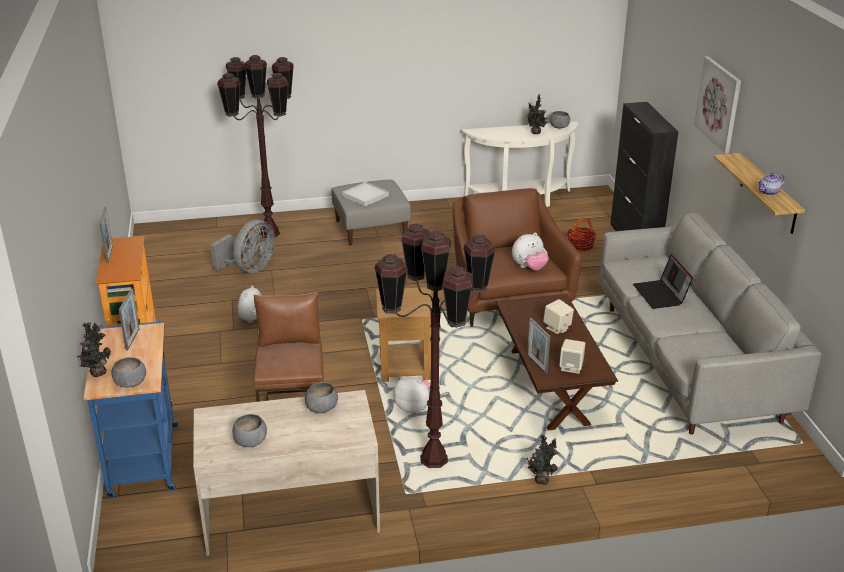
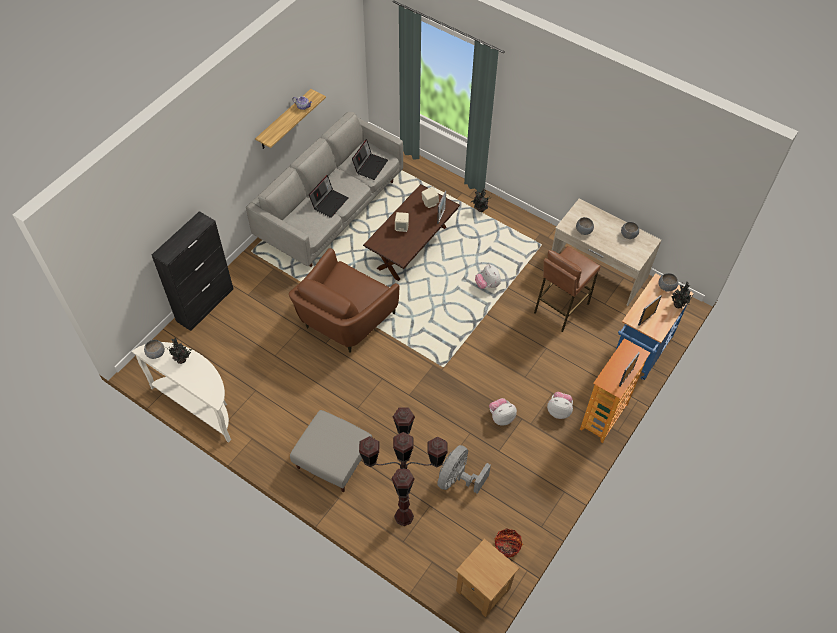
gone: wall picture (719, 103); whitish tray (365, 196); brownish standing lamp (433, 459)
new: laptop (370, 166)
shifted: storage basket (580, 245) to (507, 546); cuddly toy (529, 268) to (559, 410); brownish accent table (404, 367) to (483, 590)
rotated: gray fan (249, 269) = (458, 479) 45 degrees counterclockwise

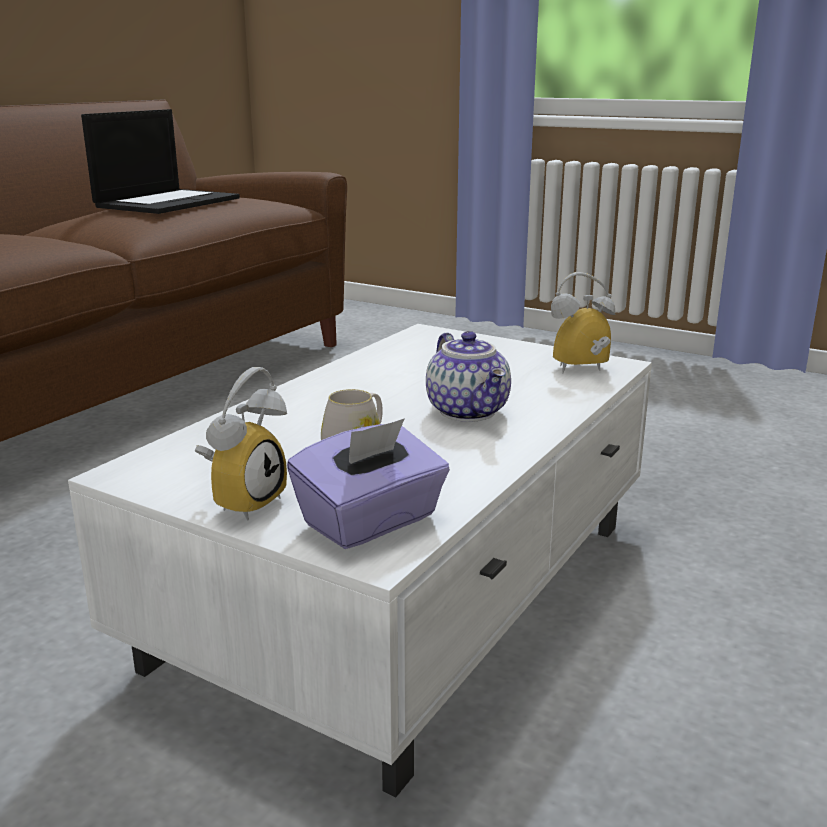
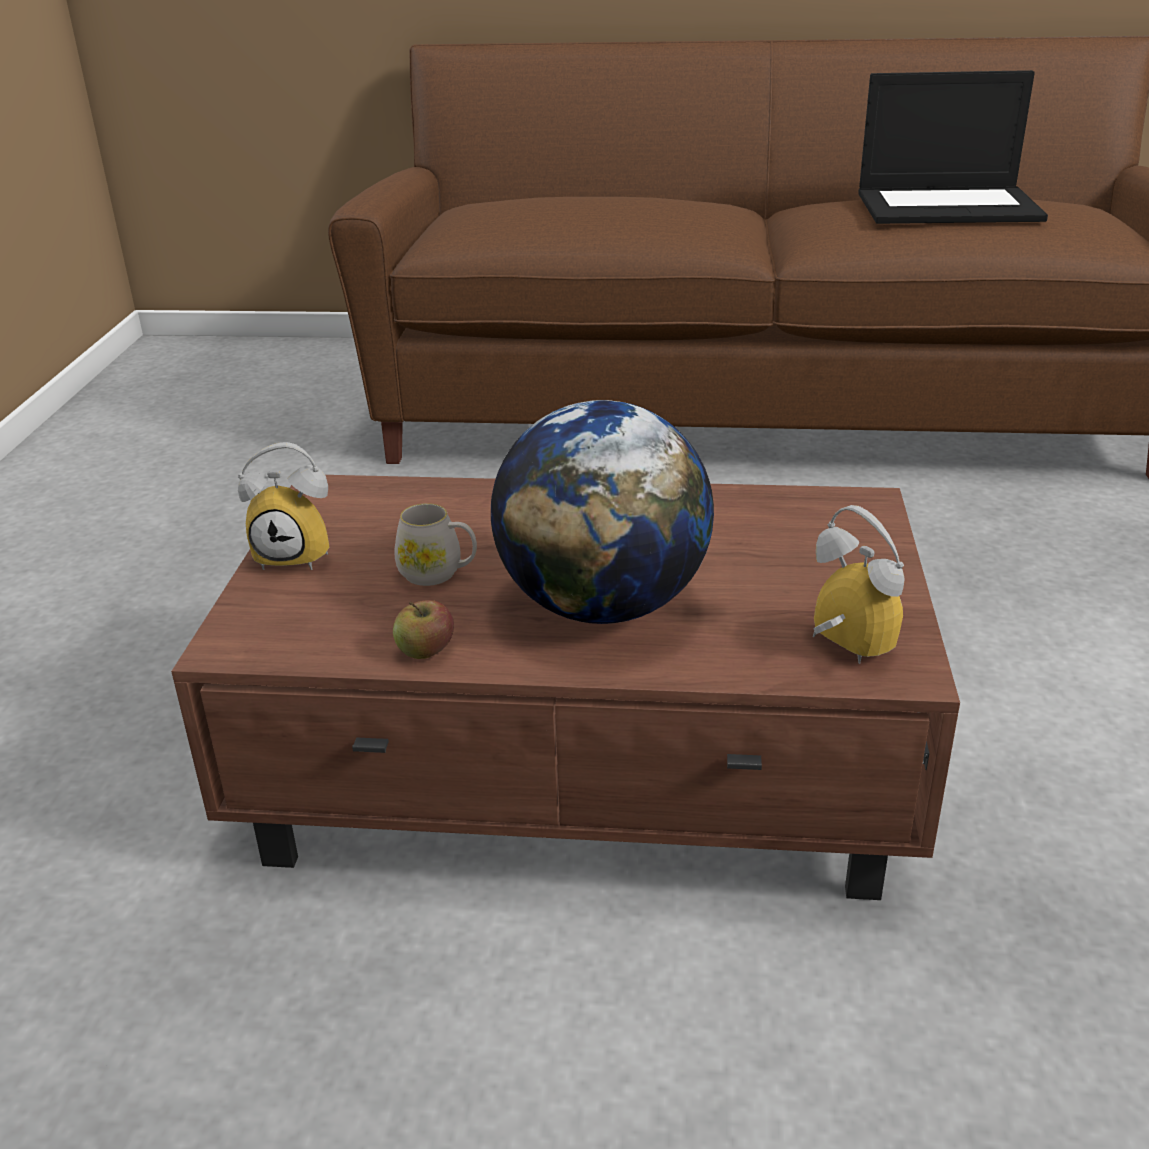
gone: purplish box of tissues (371, 521)
new: apple fruit (426, 650)
swapped: pot for tea (470, 411) to world globe (604, 605)
repainted: whitish low table (412, 588) to brownish low table (586, 767)

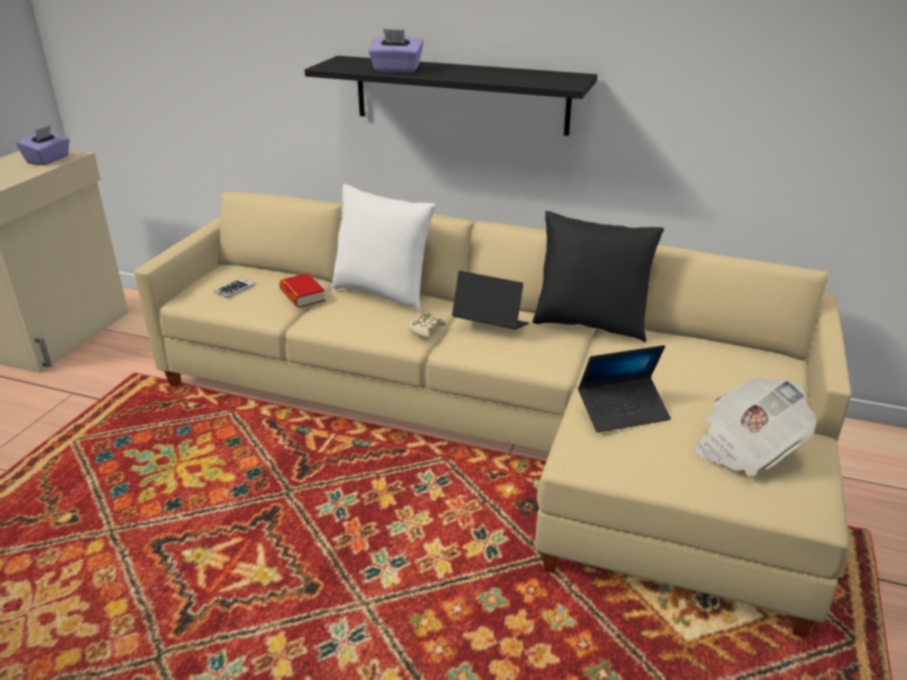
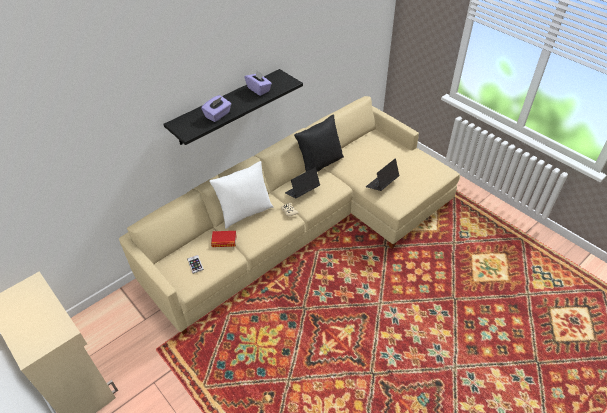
gone: printed paper (746, 448)
shifted: purplish box of tissues (48, 160) to (259, 89)
rotated: laptop (623, 411) = (382, 184) 150 degrees counterclockwise

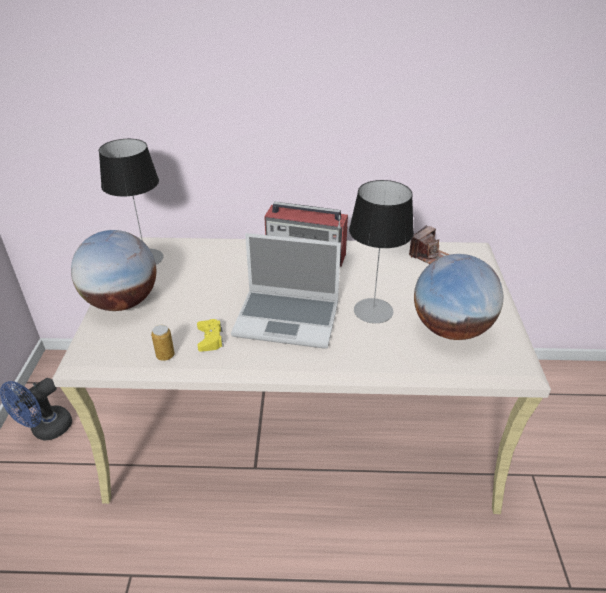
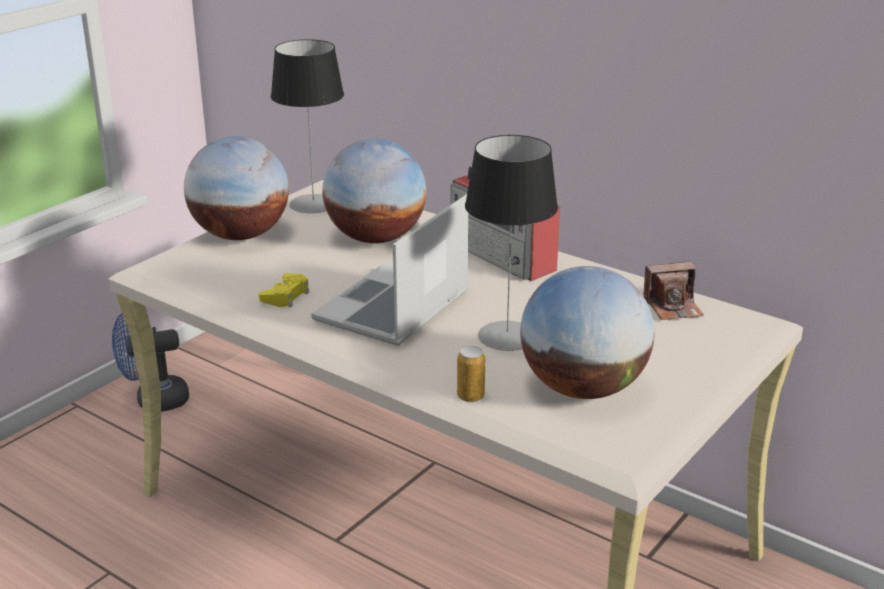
new: world globe (375, 238)
shifted: metal can (165, 355) to (470, 396)
rotated: laptop (288, 319) = (393, 308) 75 degrees clockwise

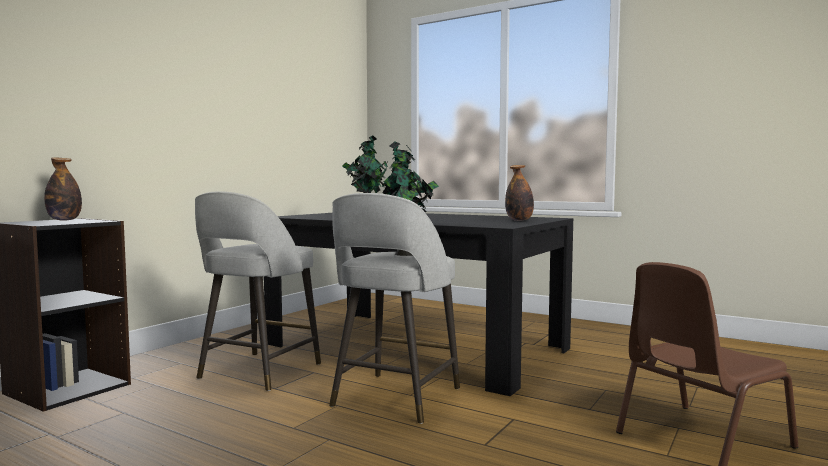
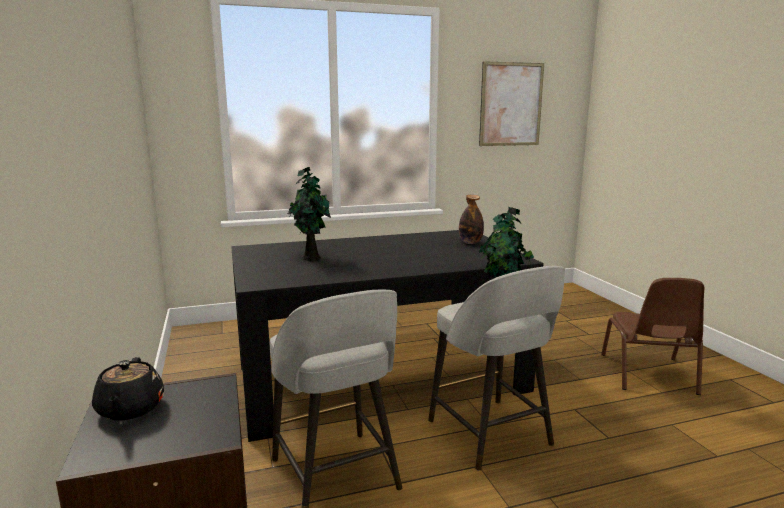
new: wall picture (511, 104)
swapped: drink bottle (64, 220) to black-coloured pot for tea (130, 409)

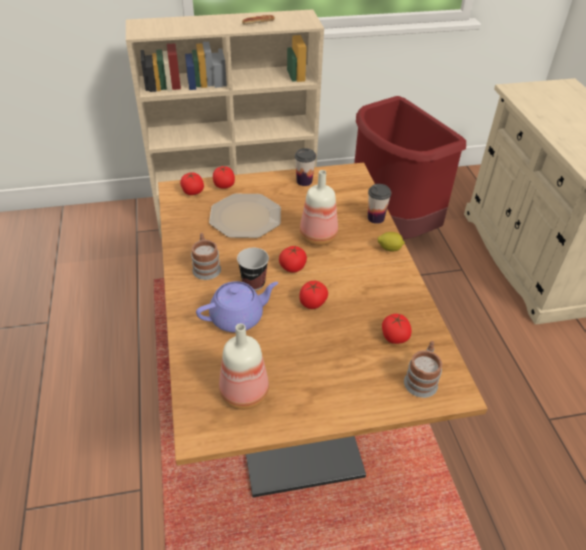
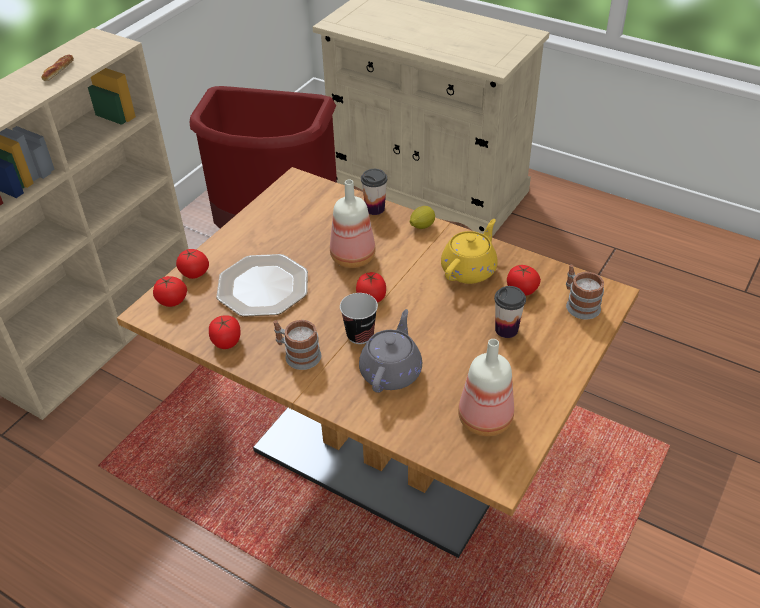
new: yellow-coloured pot for tea (469, 269)
shifted: small cup (304, 181) to (506, 329); fresh tomato (312, 303) to (226, 341)
repainted: purplish pot for tea (238, 317) to gray pot for tea (391, 371)

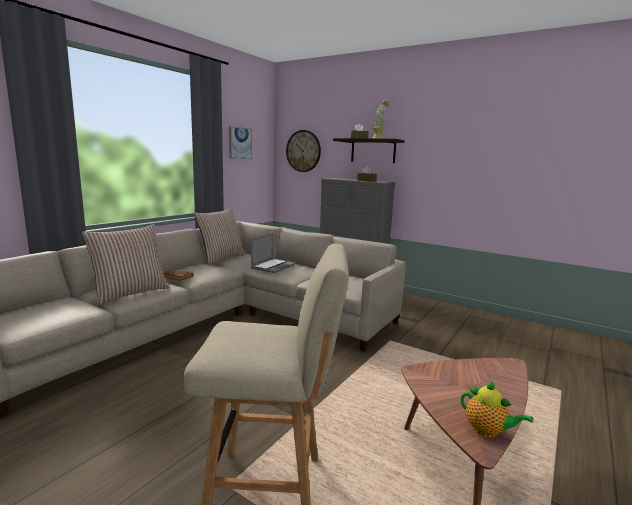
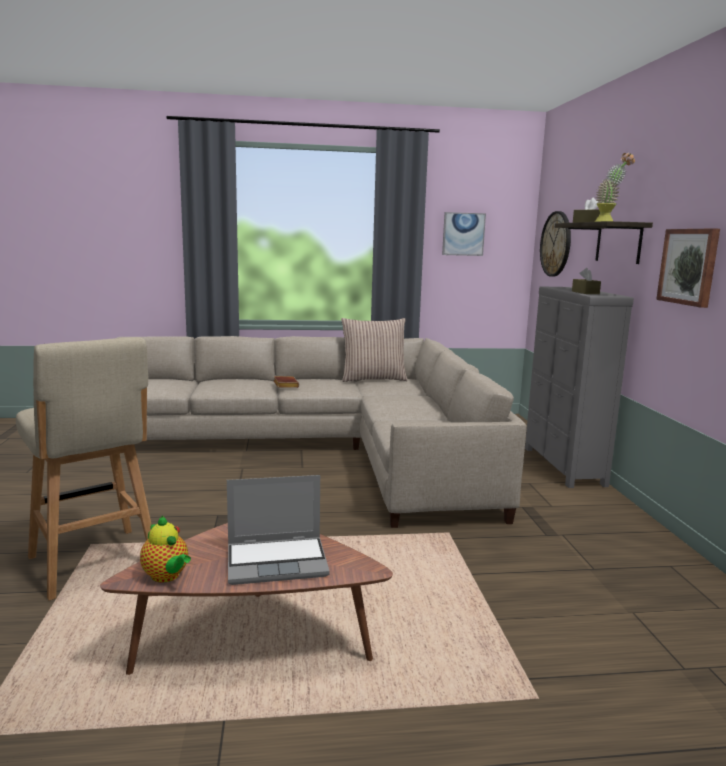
gone: cushion (130, 293)
new: wall picture (689, 266)
shifted: laptop (273, 266) to (278, 561)
rotated: pot for tea (487, 431) = (167, 576) 45 degrees counterclockwise

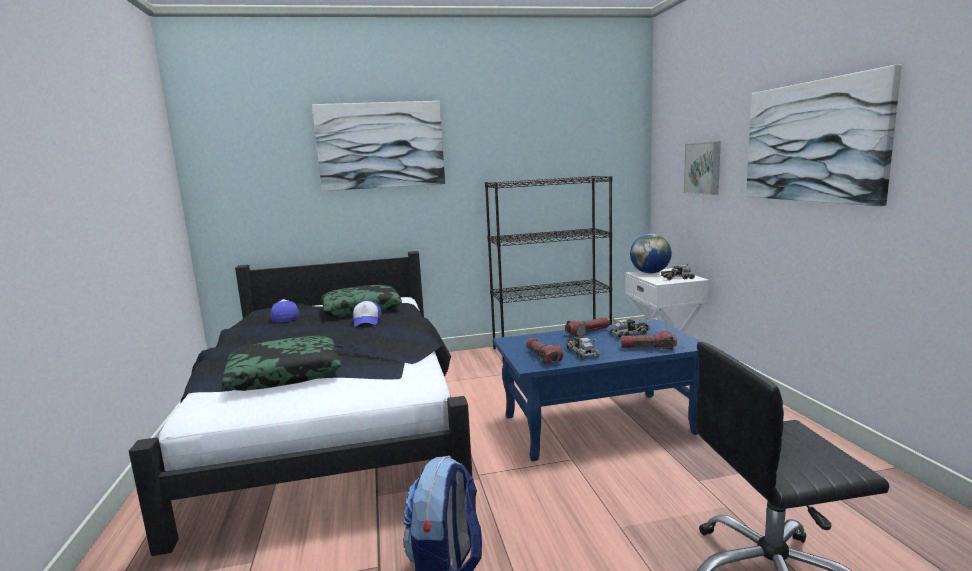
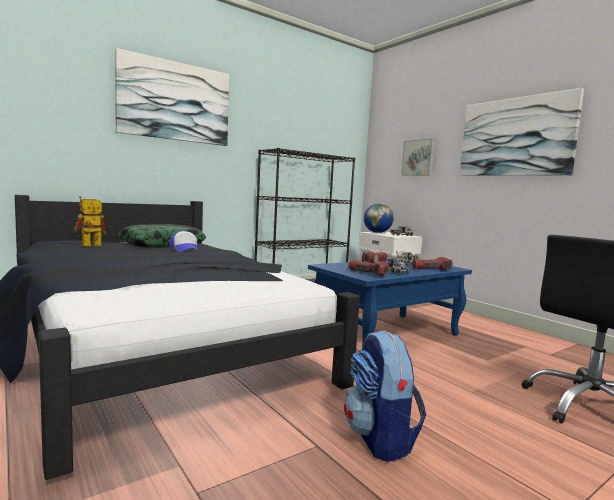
gone: cushion (284, 375)
swapped: cap (285, 317) to toy robot (87, 245)

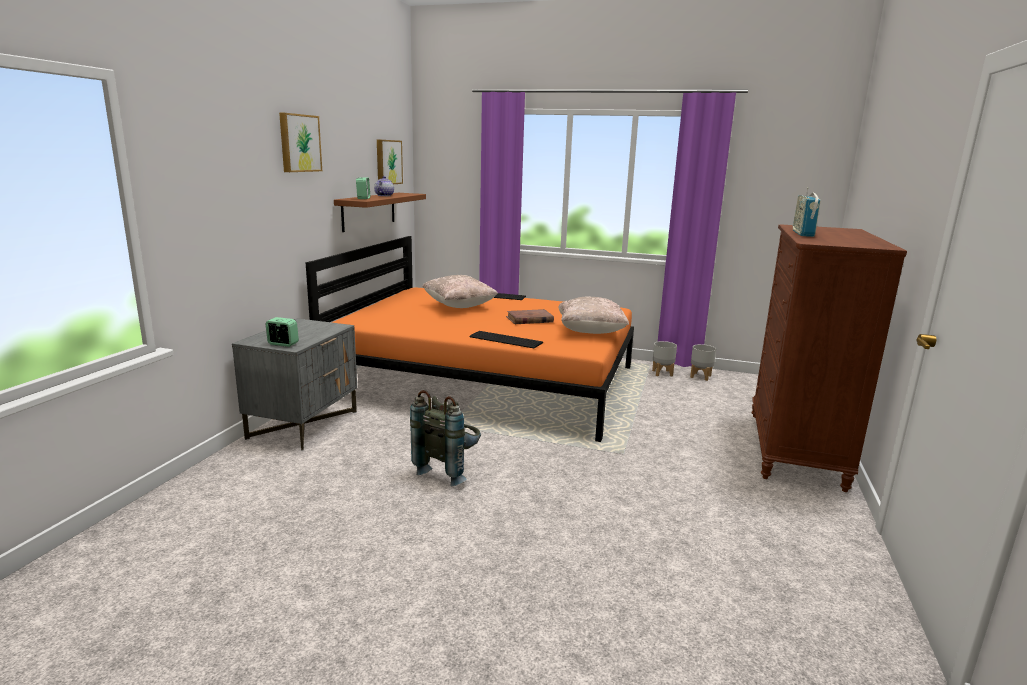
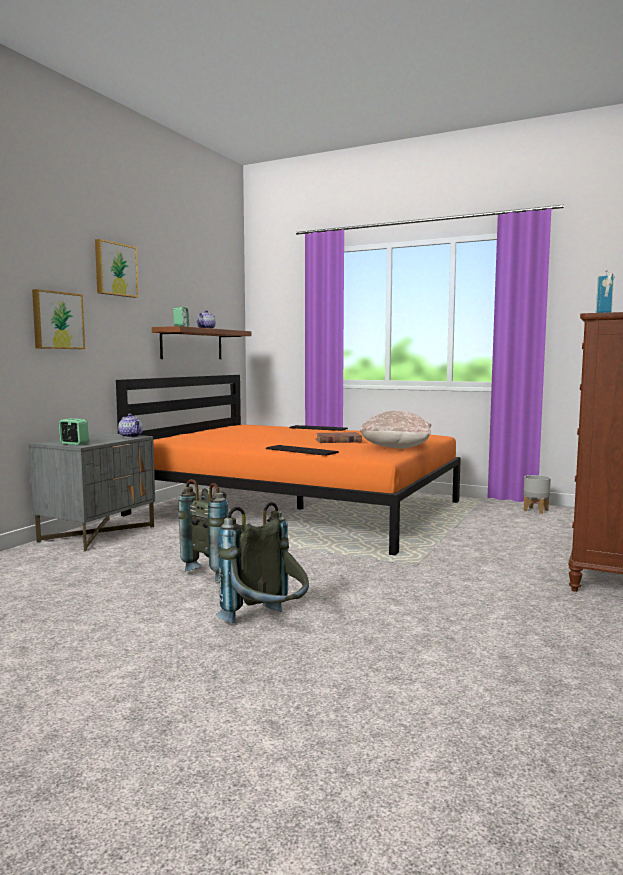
gone: beige cushion (459, 306); gray plant pot (662, 373)
new: pot for tea (131, 436); gray backpack (267, 626)
shifted: wall picture (387, 162) to (57, 320)

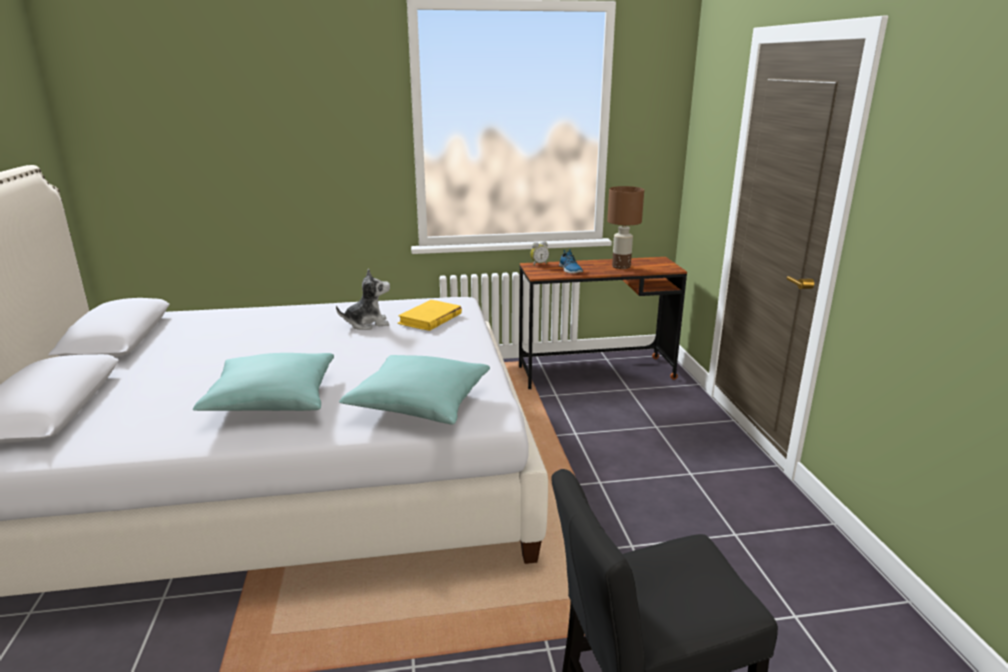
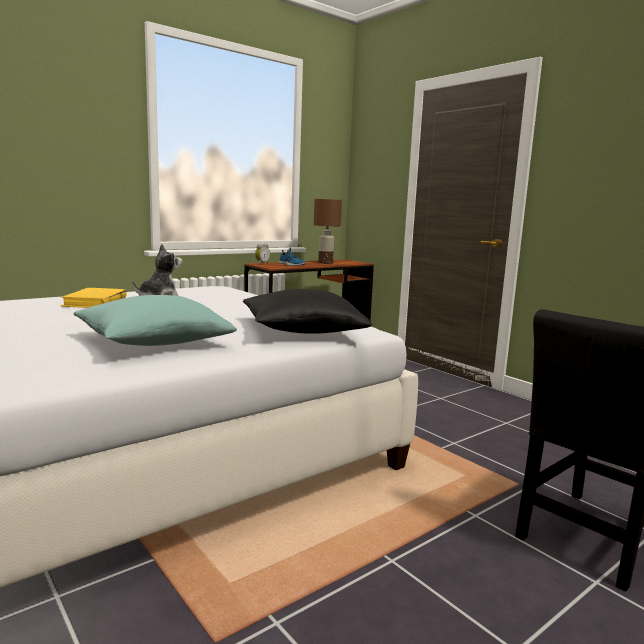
shifted: yellow-coloured book (430, 319) to (95, 302)
repainted: turquoise cushion (419, 404) to black-coloured cushion (302, 330)

